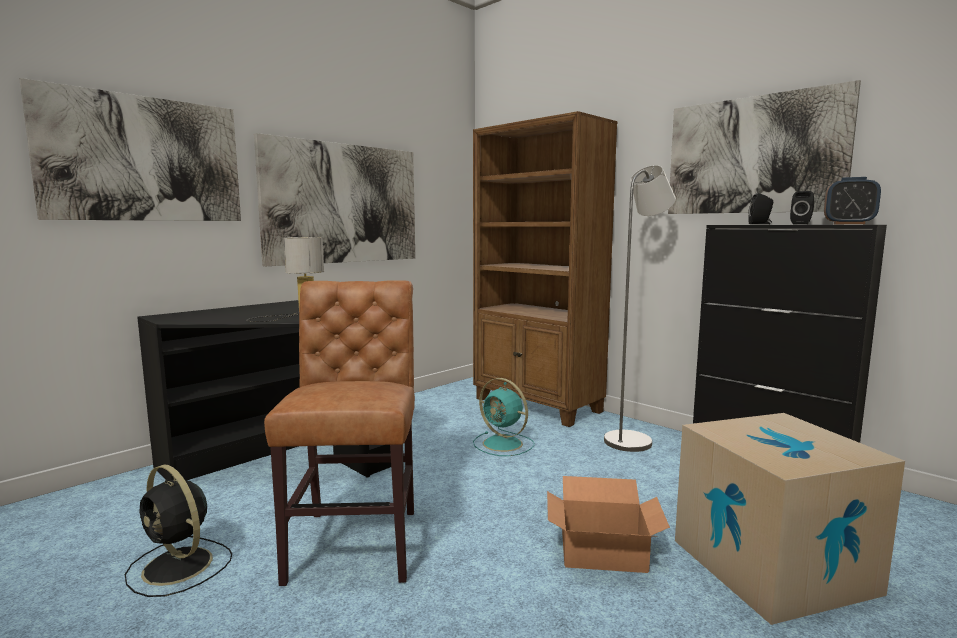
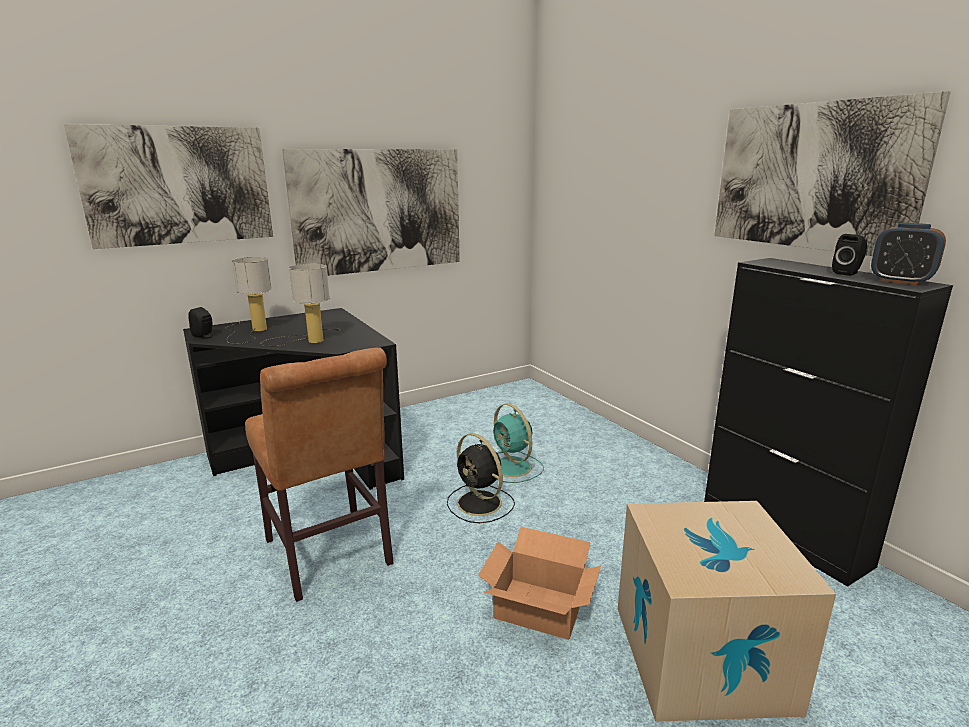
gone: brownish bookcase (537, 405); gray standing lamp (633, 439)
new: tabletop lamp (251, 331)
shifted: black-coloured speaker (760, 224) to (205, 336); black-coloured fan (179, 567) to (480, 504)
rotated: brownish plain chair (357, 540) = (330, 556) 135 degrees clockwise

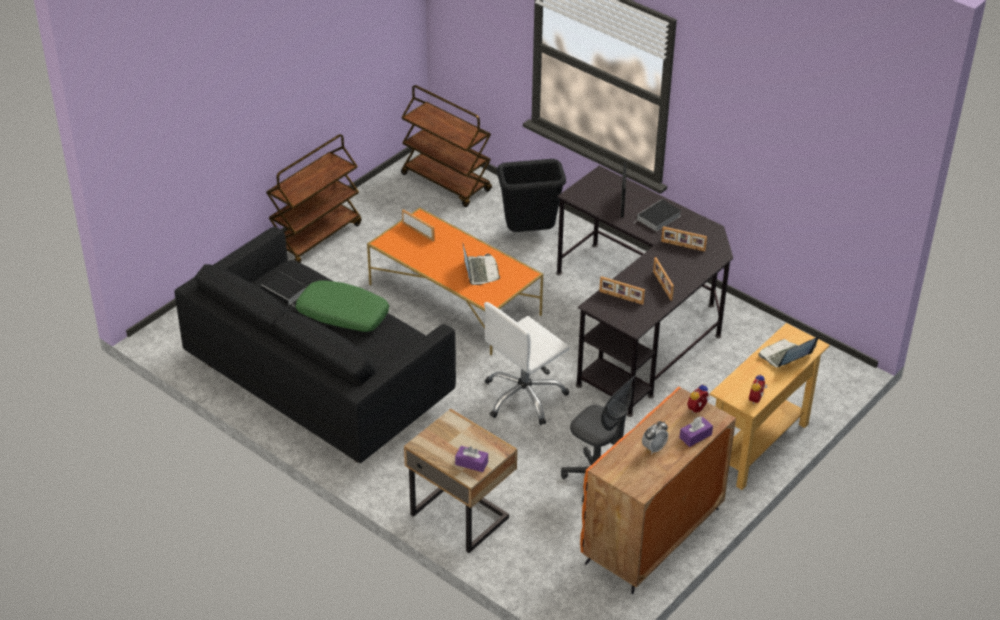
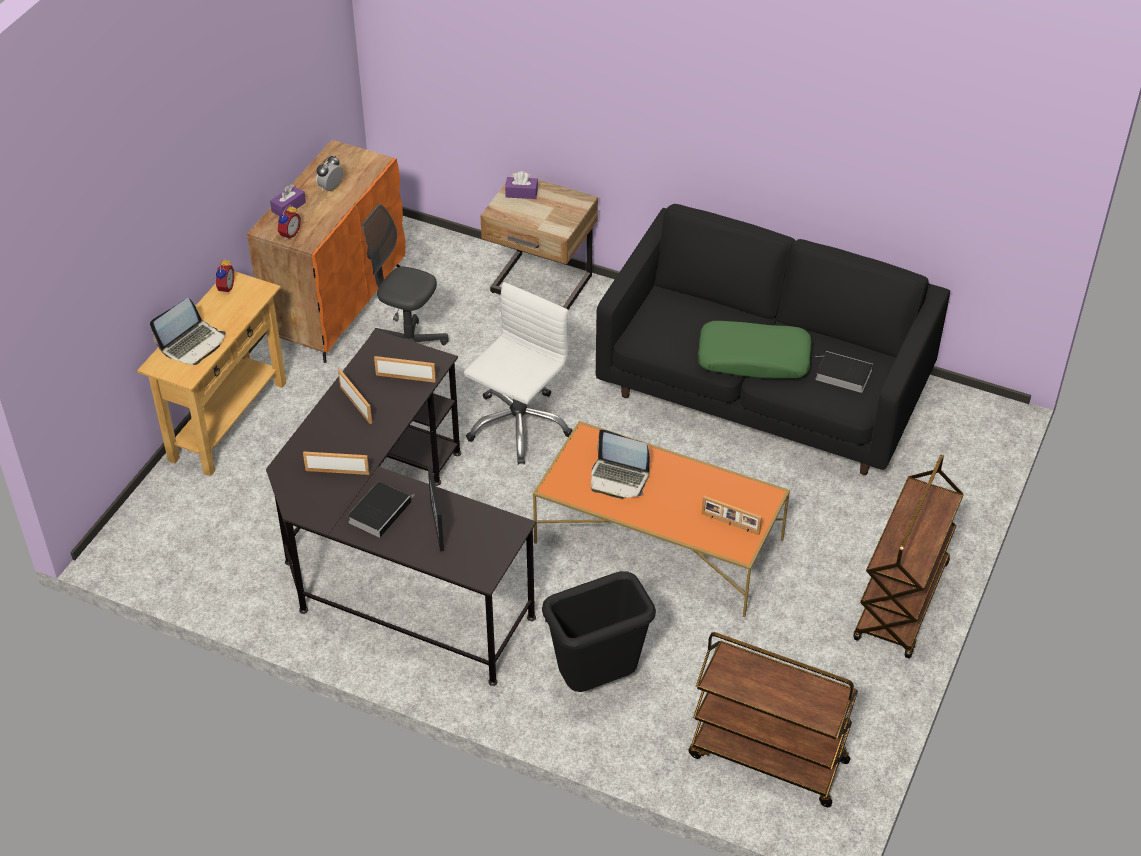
rotated: laptop (479, 271) = (619, 478) 45 degrees counterclockwise

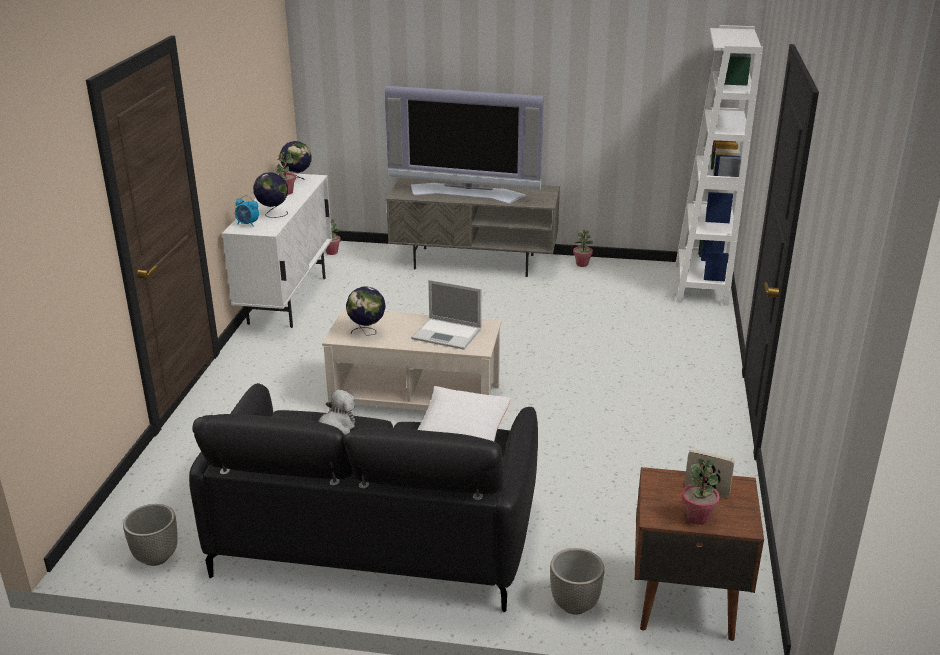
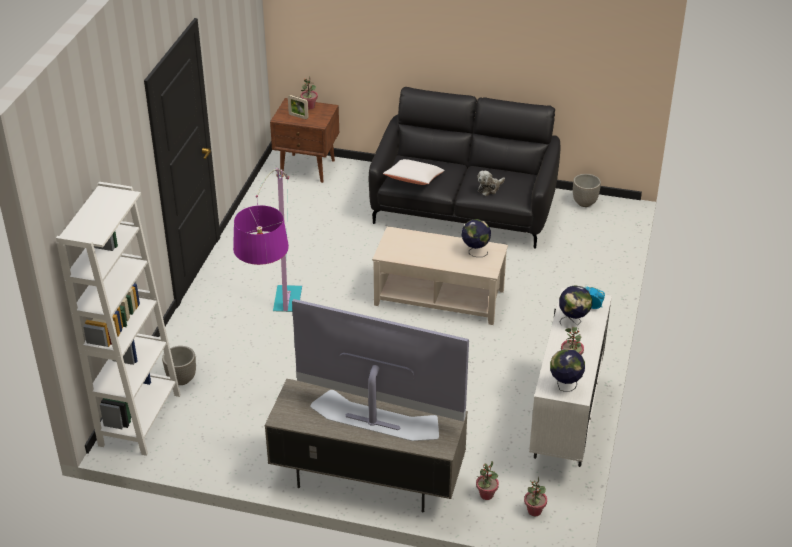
gone: laptop (448, 334)
new: standing lamp (279, 346)
shifted: plant in a pot (582, 264) to (486, 495); plant pot (574, 605) to (182, 379)

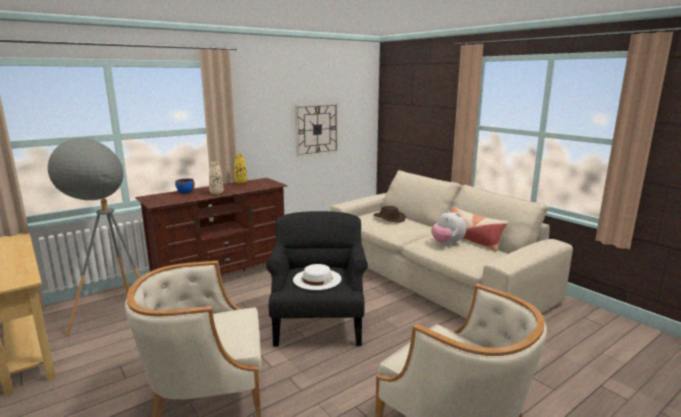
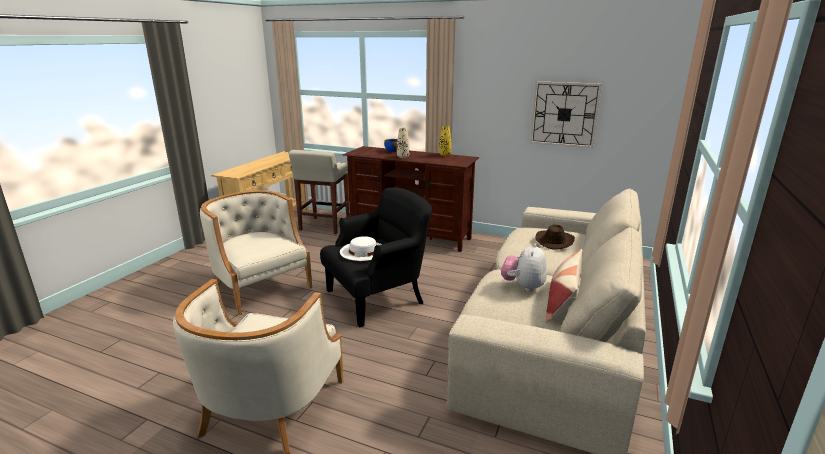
swapped: gray standing lamp (114, 311) to beige stool (324, 226)

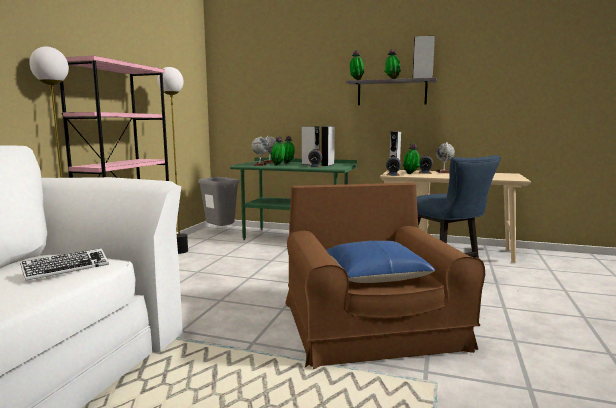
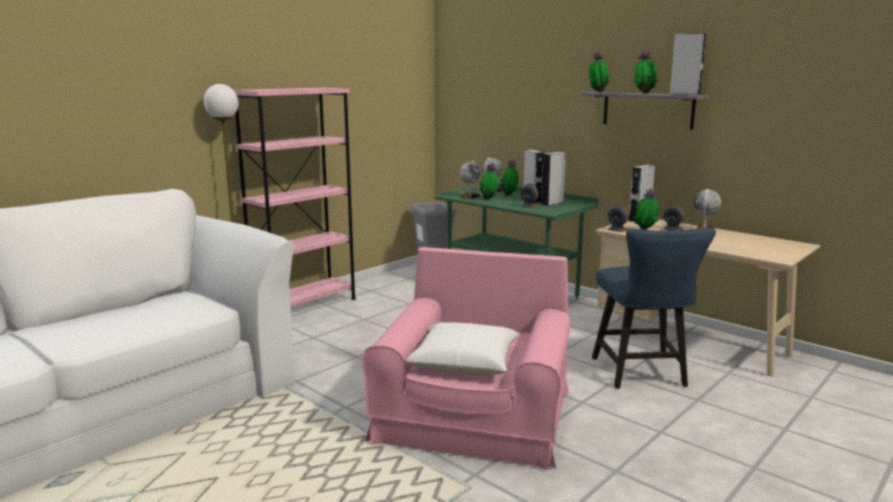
gone: standing lamp (180, 251); PC keyboard (66, 269)
repainted: brownish armchair (370, 325) to pink-coloured armchair (474, 416); bluish cushion (374, 274) to whitish cushion (464, 362)

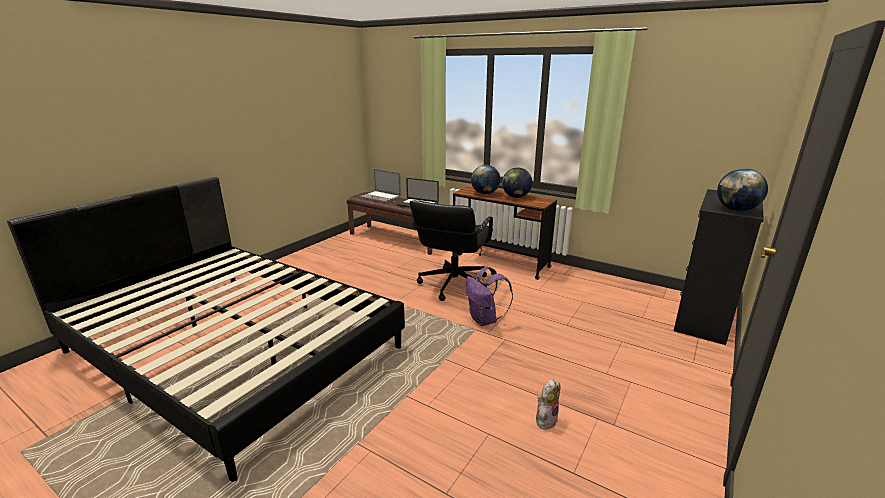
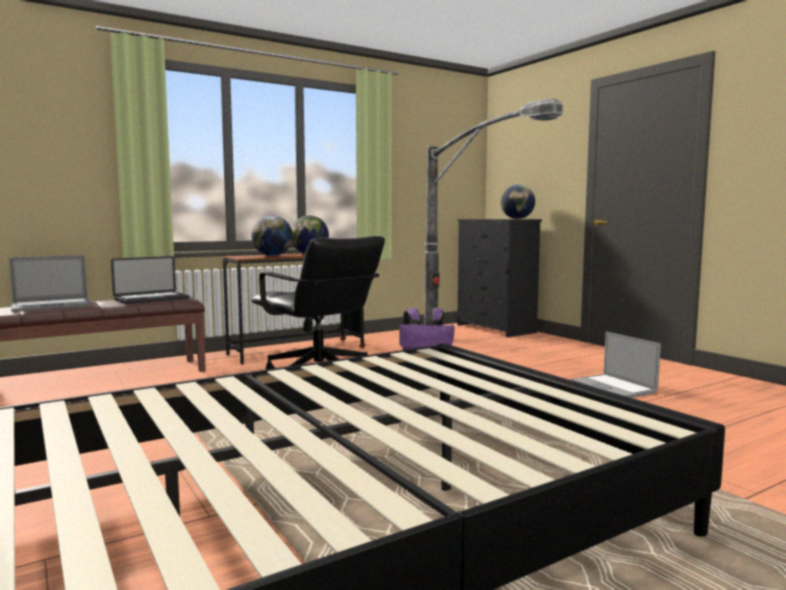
new: standing lamp (477, 349)
swapped: cuddly toy (545, 420) to laptop (612, 387)

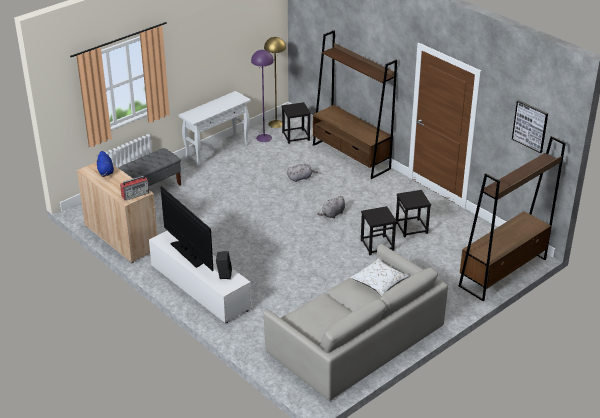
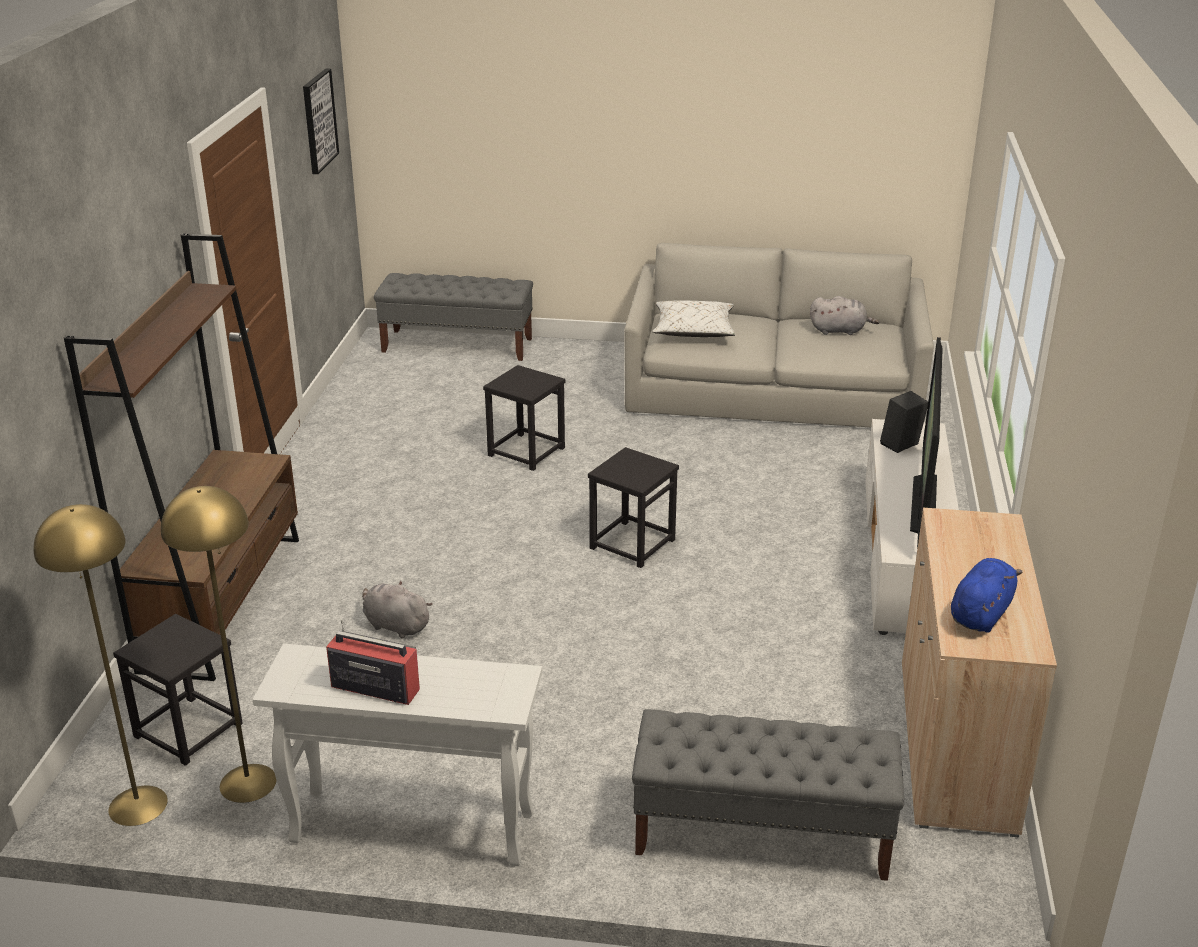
shifted: radio (136, 194) to (374, 687); black-coloured stool (411, 228) to (632, 543); gray cuddly toy (333, 214) to (840, 331)
swapped: brownish bookcase (502, 272) to gray long seat (458, 345)
repainted: purplish standing lamp (264, 138) to yellow-coloured standing lamp (247, 783)

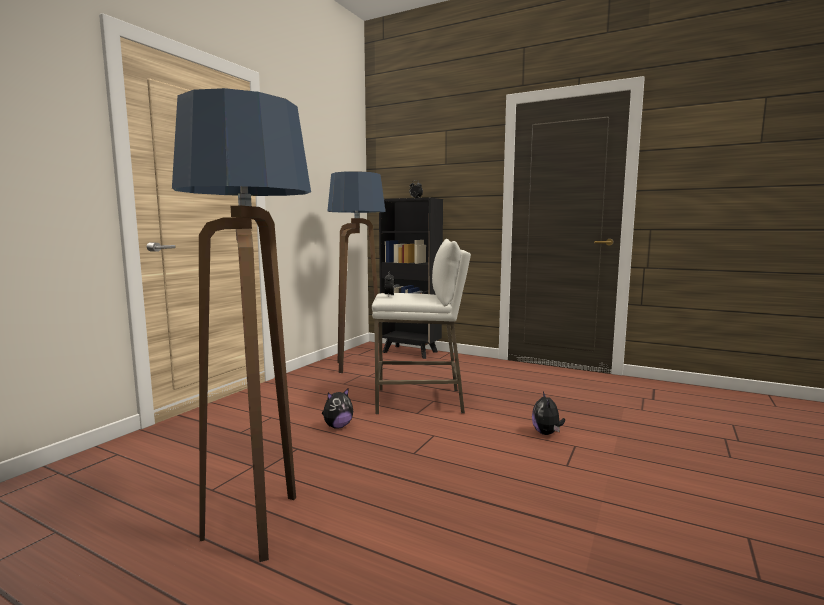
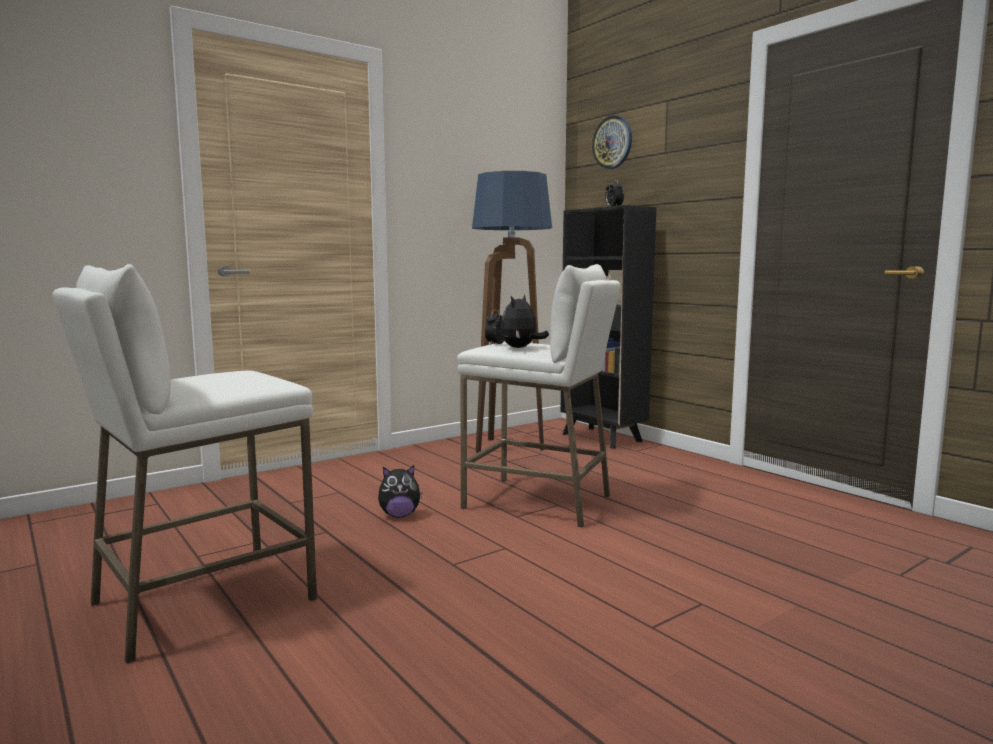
new: clock on the wall (612, 142)
shifted: cuddly toy (547, 433) to (521, 348)
swapped: standing lamp (261, 523) to whitish stool (202, 601)

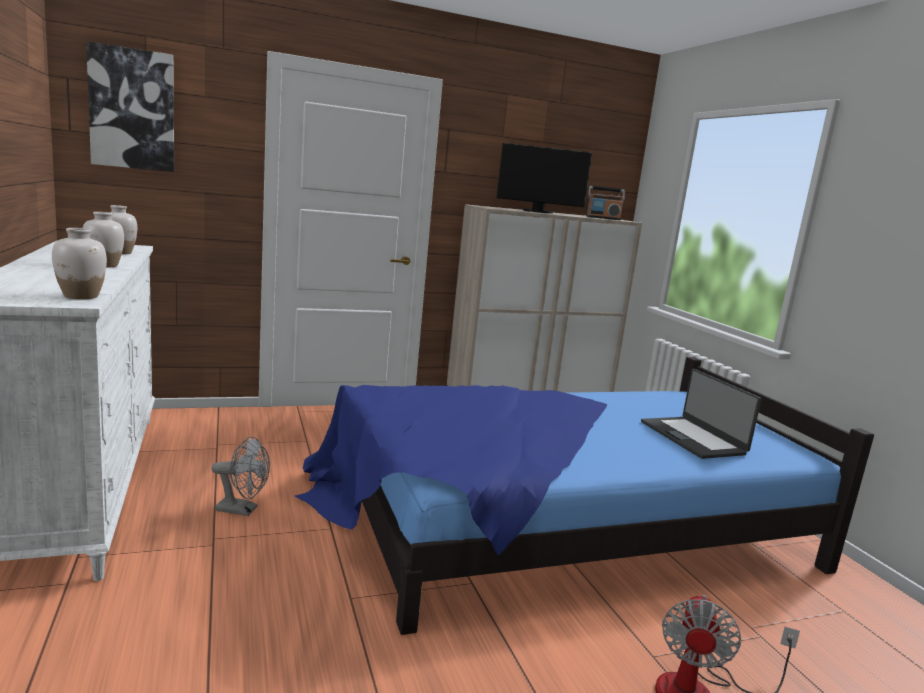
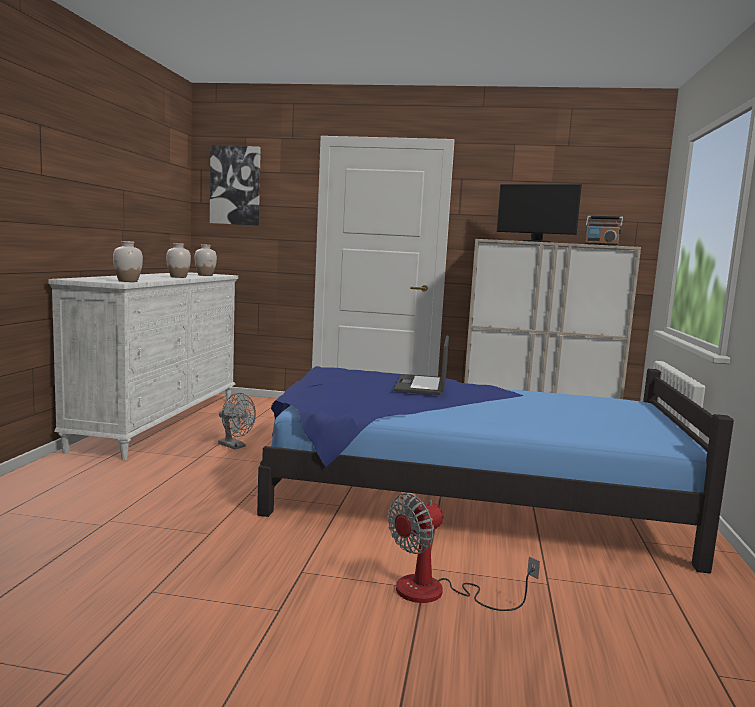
shifted: laptop (693, 438) to (422, 385)

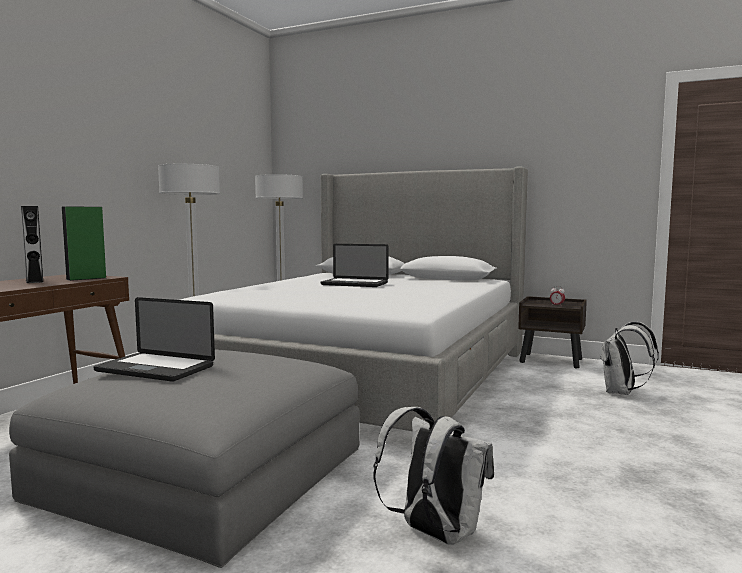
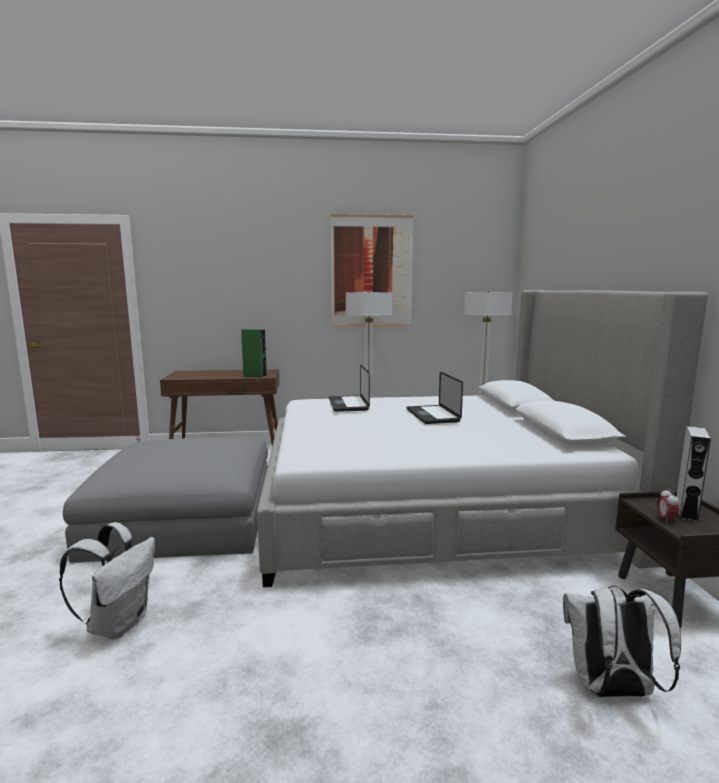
new: wall picture (371, 271)
shifted: gray speaker (34, 281) to (686, 511); laptop (155, 369) to (348, 404)

